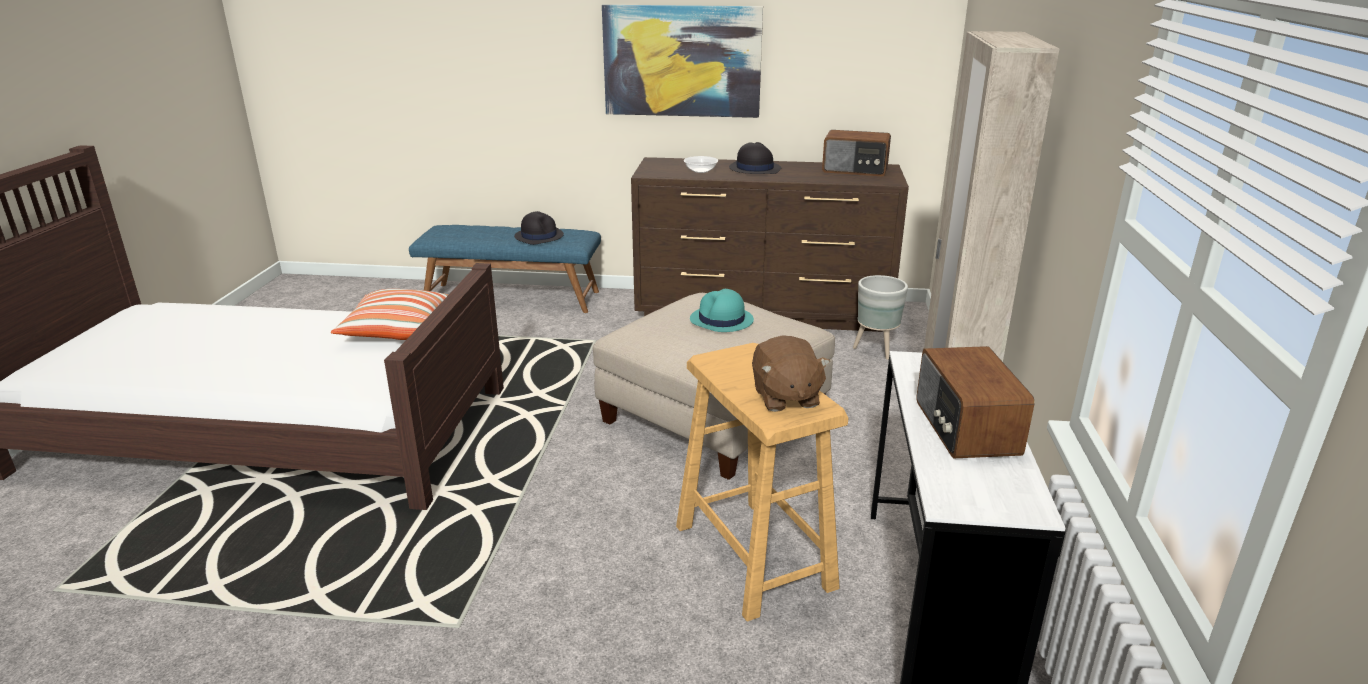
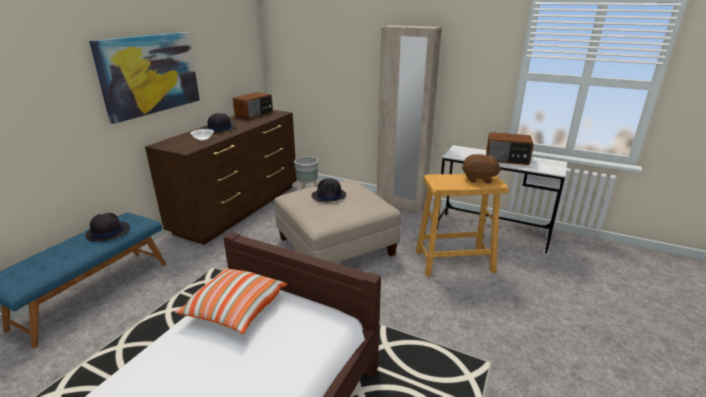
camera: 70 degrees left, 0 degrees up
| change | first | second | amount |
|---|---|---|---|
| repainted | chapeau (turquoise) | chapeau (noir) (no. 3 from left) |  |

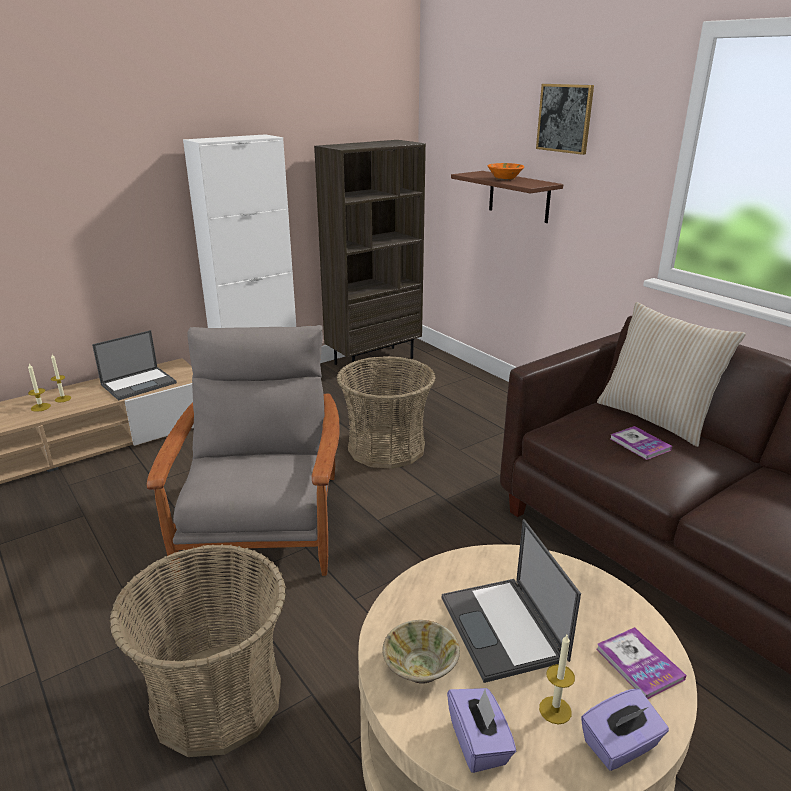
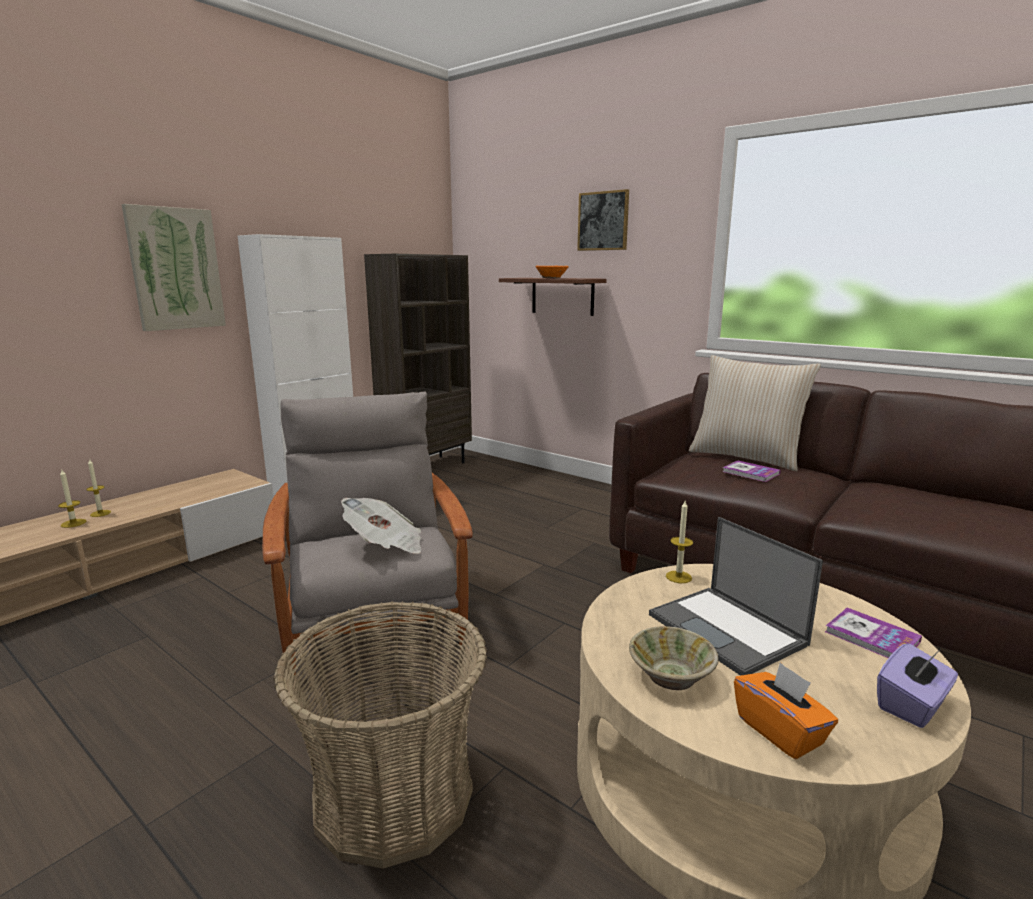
camera: 15 degrees left, 10 degrees down
| change | first | second | amount |
|---|---|---|---|
| gone | ordinateur portable (no. 1 from left) |  |  |
| gone | panier (no. 2 from left) |  |  |
| repainted | boîte à mouchoirs (violet) (no. 1 from left) | boîte à mouchoirs (orange) |  |
| shifted | bougie (no. 3 from left) |  |  |
| new |  | tableau (no. 1 from left) |  |
| new |  | journal |  |

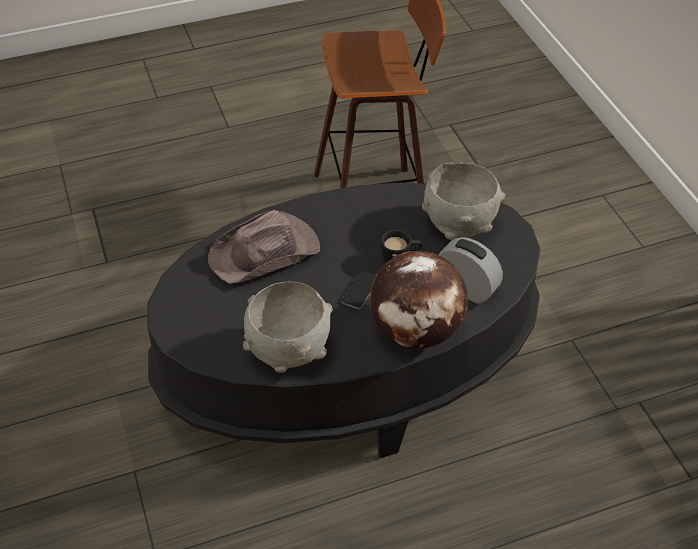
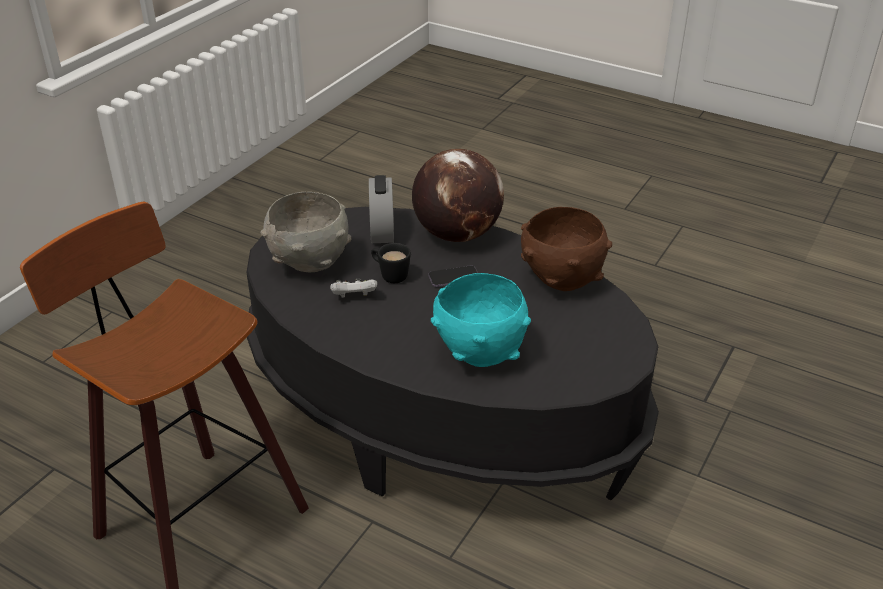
camera: 130 degrees left, 10 degrees down
| change | first | second | amount |
|---|---|---|---|
| swapped | chapeau (marron) | bol (turquoise) |  |
| repainted | bol (gris) (no. 1 from left) | bol (marron) |  |
| new |  | manette (blanc) |  |

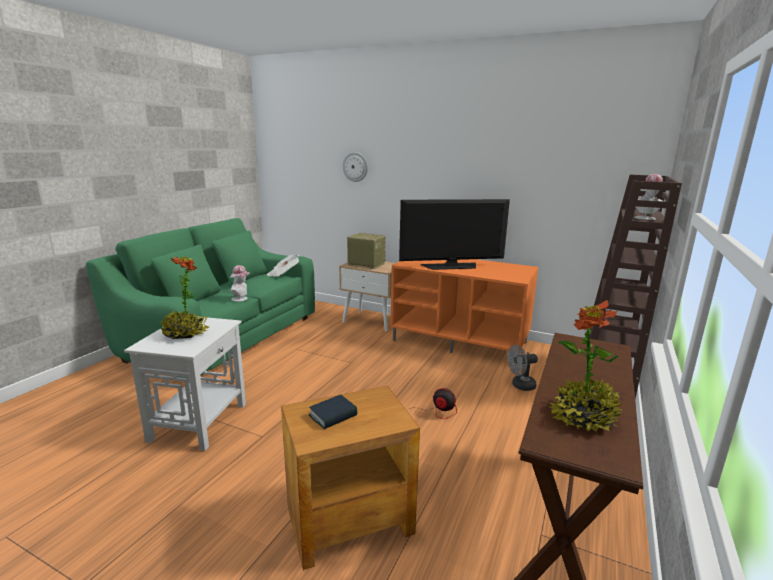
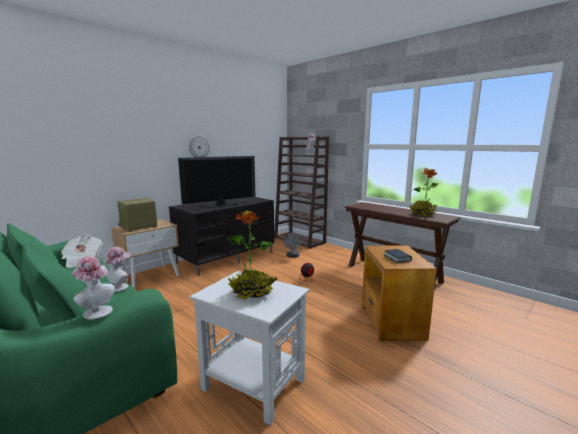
camera: 70 degrees left, 5 degrees down
| change | first | second | amount |
|---|---|---|---|
| shifted | horloge murale |  |  |
| repainted | meuble télé (orange) | meuble télé (noir) |  |
| rotated | téléviseur |  | 45 degrees clockwise |
| new |  | chapeau (no. 1 from left) |  |

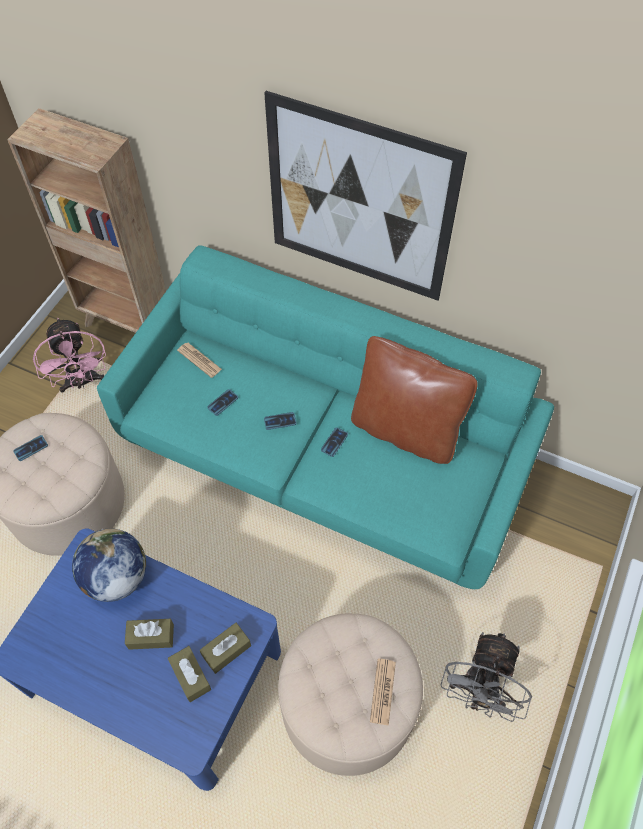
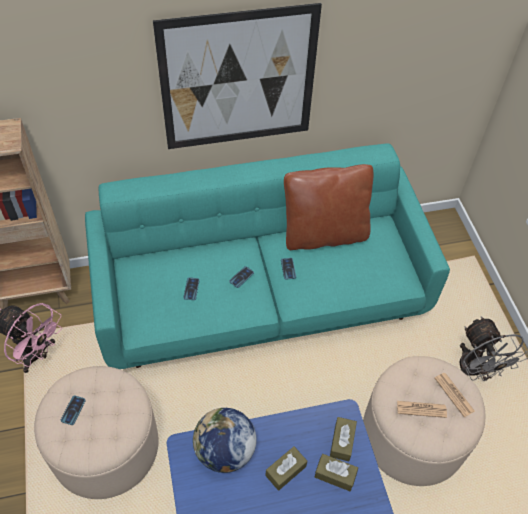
camera: 40 degrees left, 5 degrees down
| change | first | second | amount |
|---|---|---|---|
| shifted | journal (no. 1 from left) |  |  |

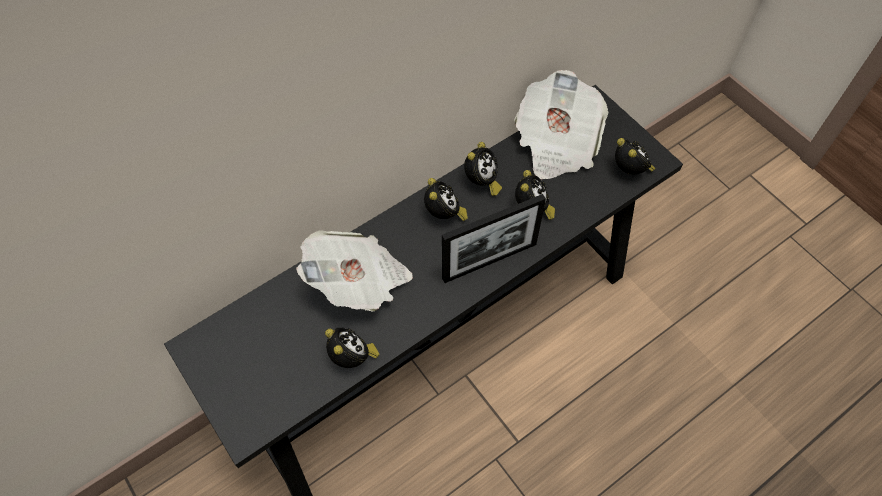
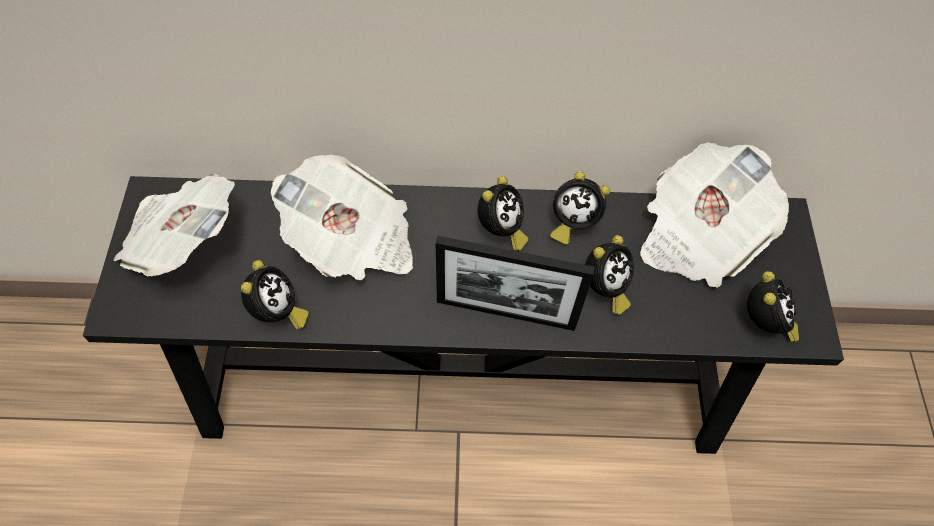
camera: 35 degrees right, 0 degrees up
| change | first | second | amount |
|---|---|---|---|
| rotated | réveil (no. 3 from left) |  | 45 degrees clockwise |
| new |  | journal (no. 1 from left) |  |

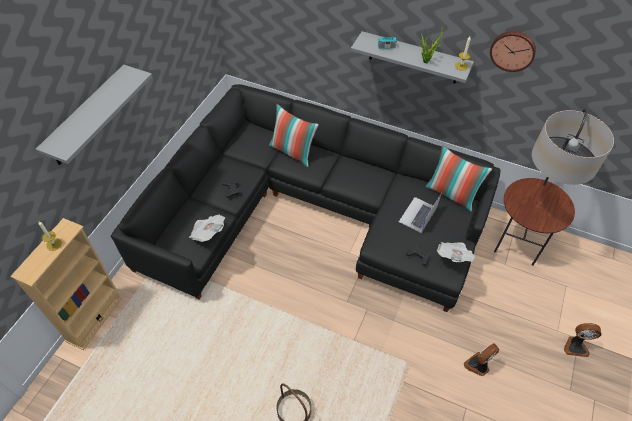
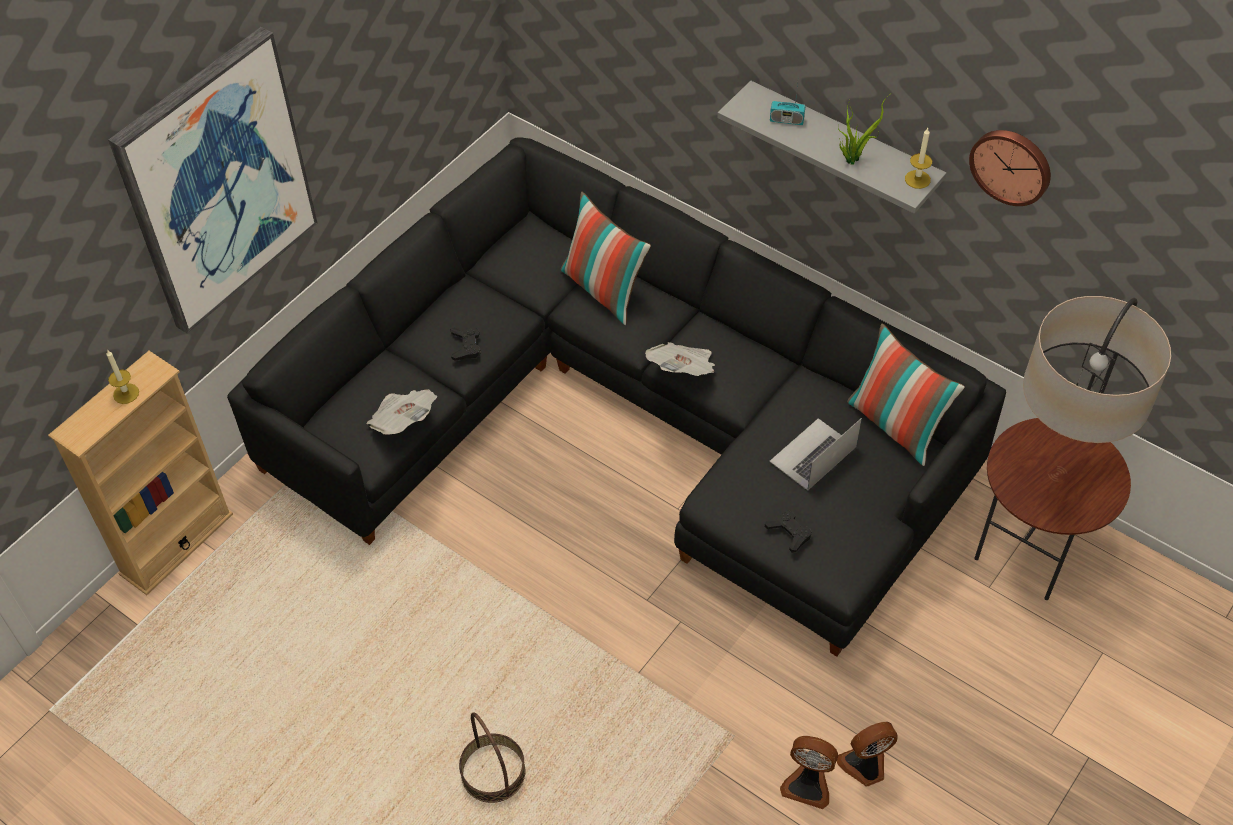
camera: 15 degrees right, 0 degrees up
| change | first | second | amount |
|---|---|---|---|
| swapped | étagère (gris) (no. 1 from left) | tableau |  |
| shifted | journal (no. 2 from left) |  |  |
| shifted | ventilateur (no. 2 from left in the first image) | ventilateur (no. 1 from left) |  |

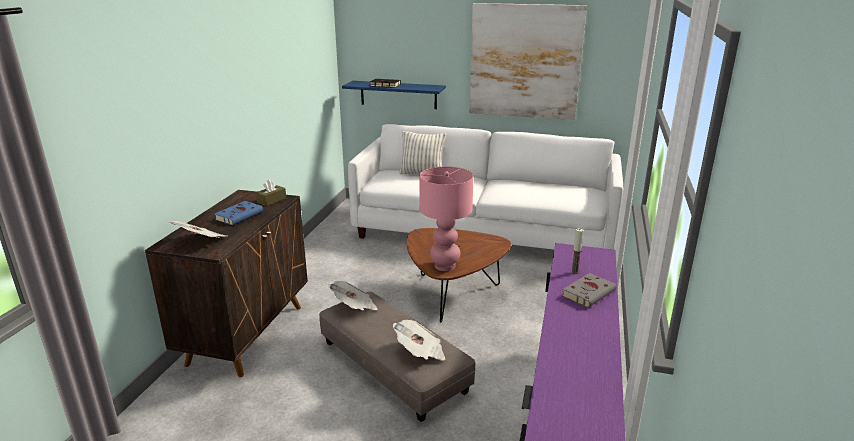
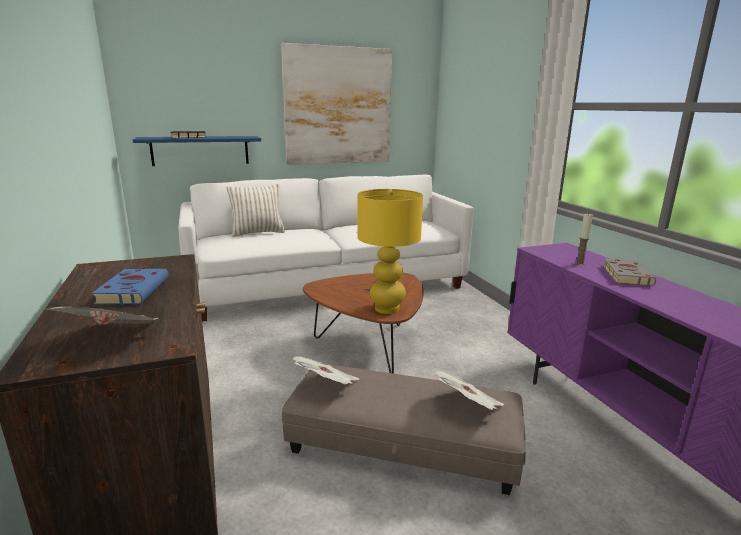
camera: 35 degrees left, 5 degrees down
| change | first | second | amount |
|---|---|---|---|
| gone | boîte à mouchoirs (marron) |  |  |
| repainted | lampe de table (rose) | lampe de table (jaune) |  |

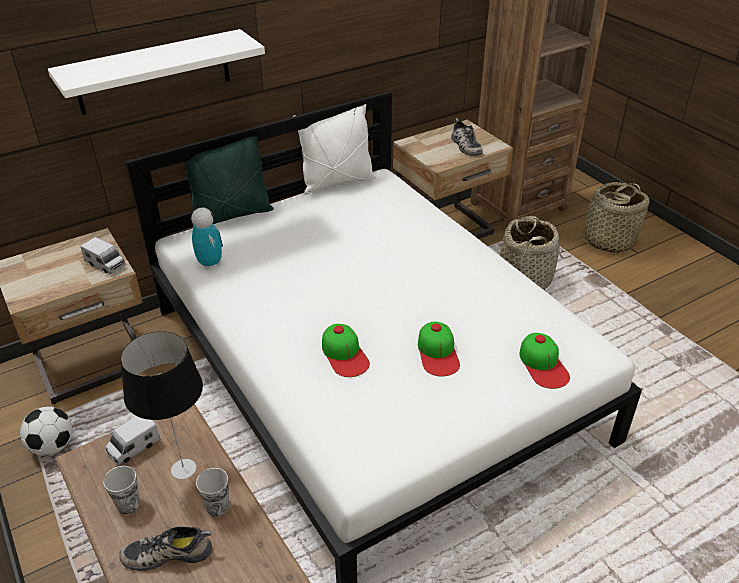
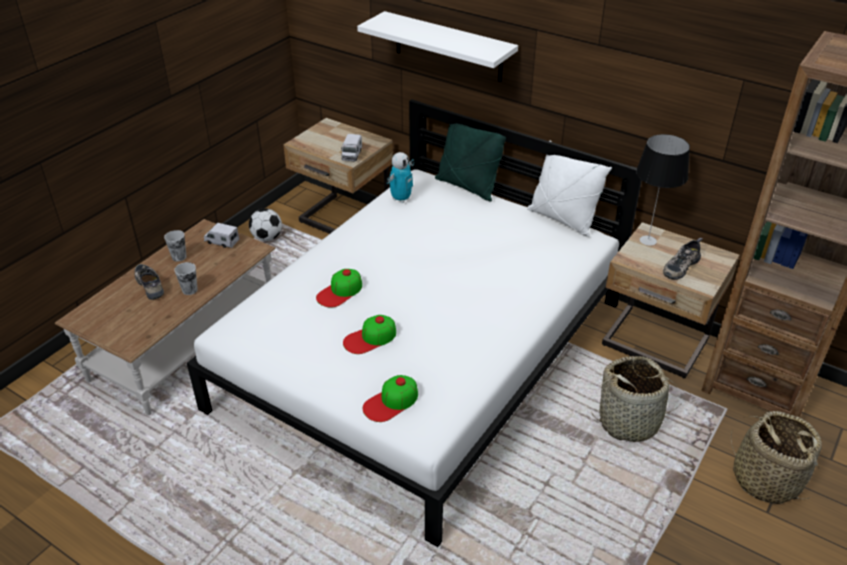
camera: 65 degrees right, 0 degrees up
| change | first | second | amount |
|---|---|---|---|
| shifted | lampe de table |  |  |

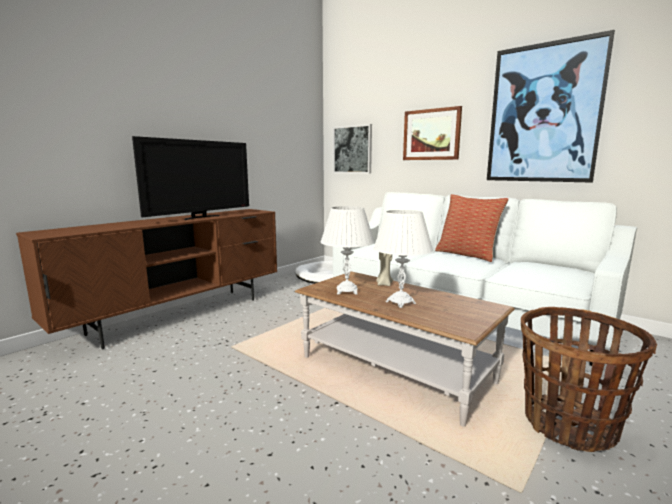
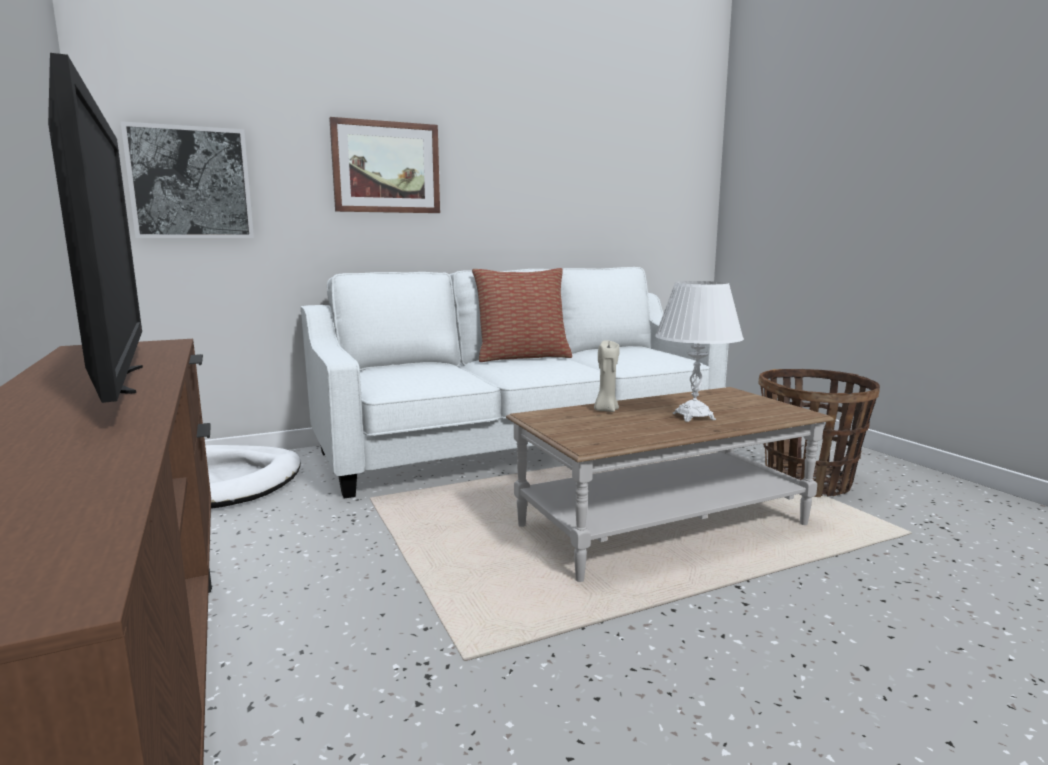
camera: 65 degrees left, 0 degrees up
| change | first | second | amount |
|---|---|---|---|
| gone | lampe de table (blanc) (no. 1 from left) |  |  |
| gone | tableau (no. 3 from left) |  |  |

